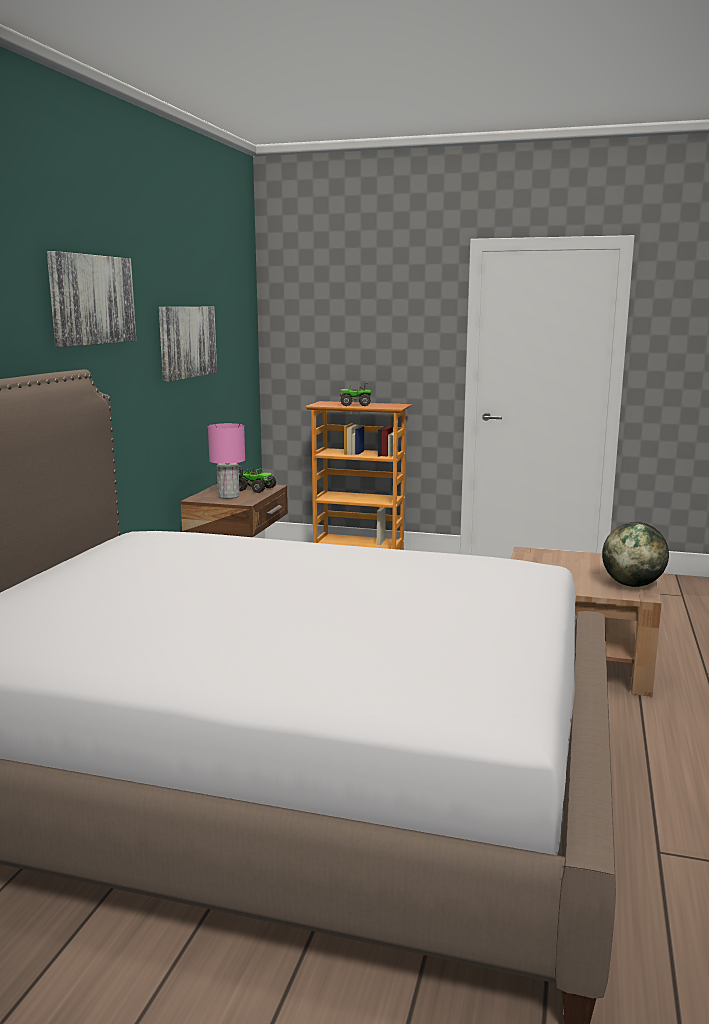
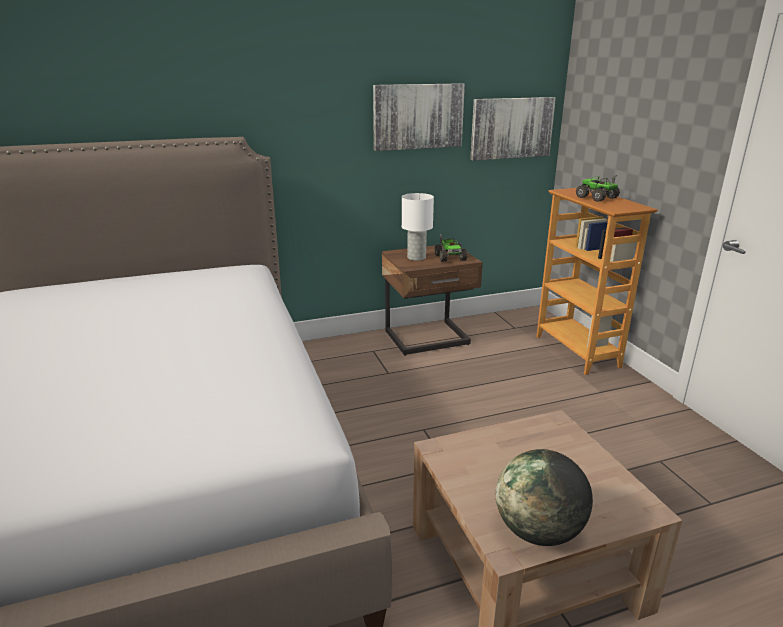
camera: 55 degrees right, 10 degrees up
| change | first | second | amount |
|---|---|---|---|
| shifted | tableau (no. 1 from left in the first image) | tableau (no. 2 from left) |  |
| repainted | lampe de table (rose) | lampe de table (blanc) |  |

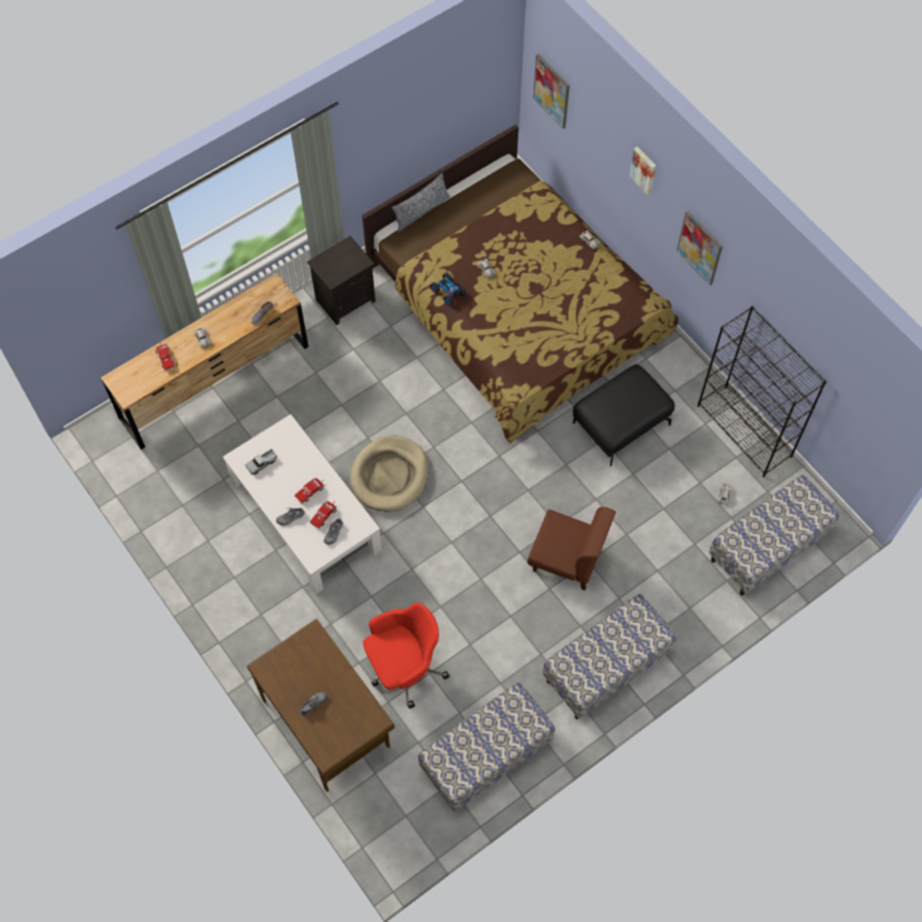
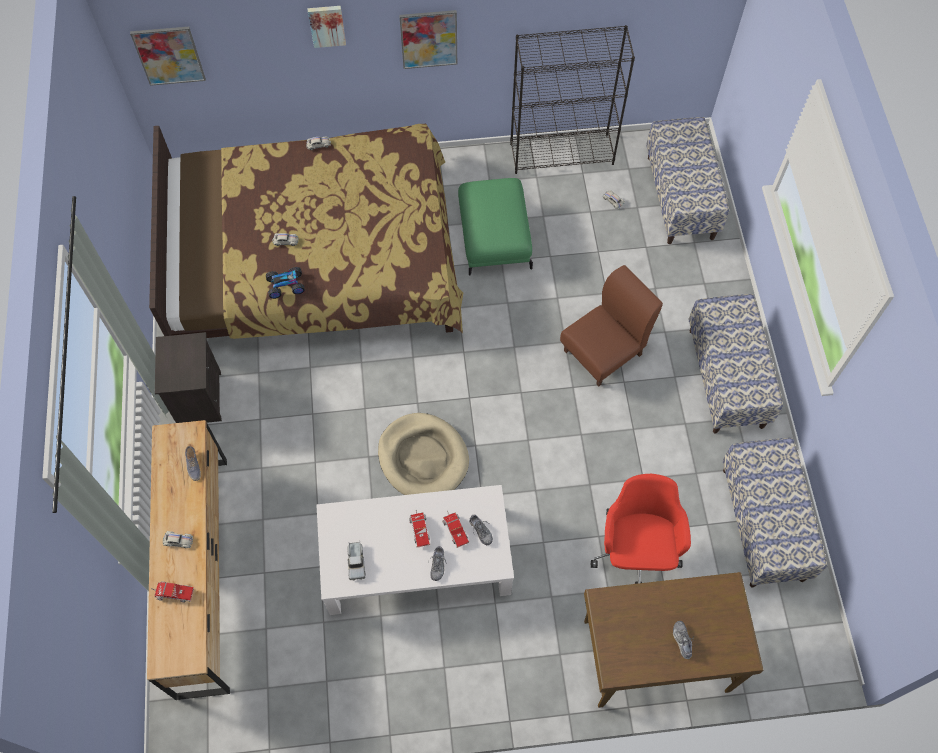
camera: 60 degrees left, 0 degrees up
| change | first | second | amount |
|---|---|---|---|
| gone | coussin |  |  |
| repainted | pouf (noir) | pouf (vert) |  |

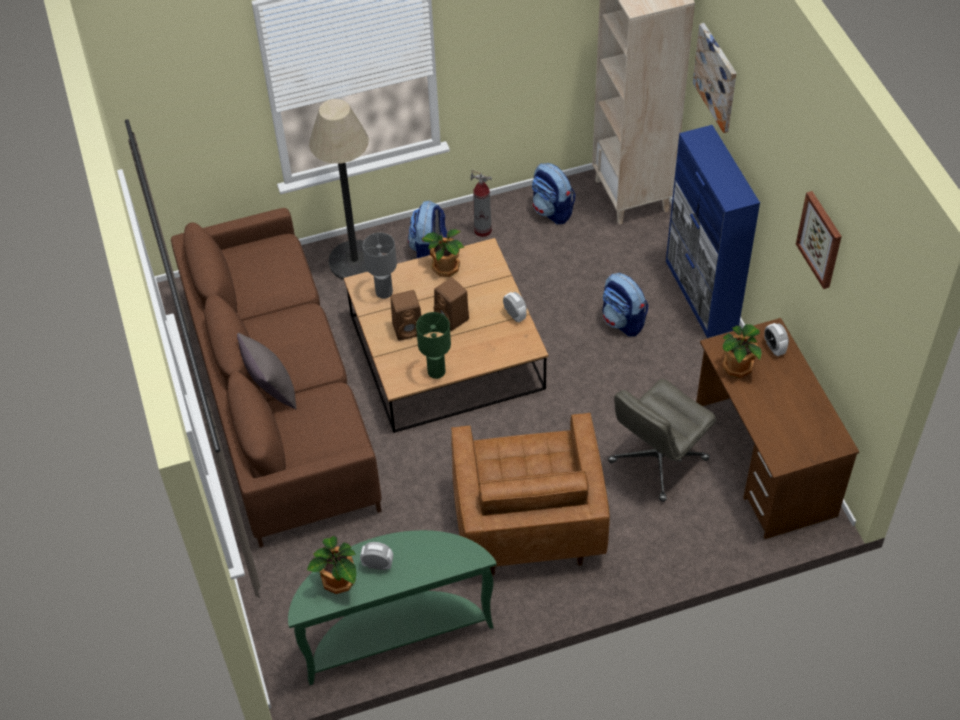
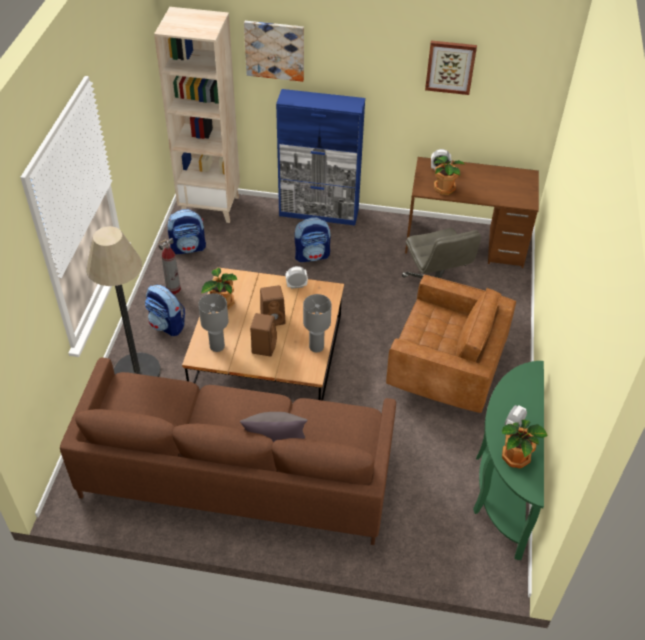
camera: 65 degrees left, 5 degrees down
| change | first | second | amount |
|---|---|---|---|
| repainted | lampe de table (vert) | lampe de table (gris) (no. 2 from left) |  |

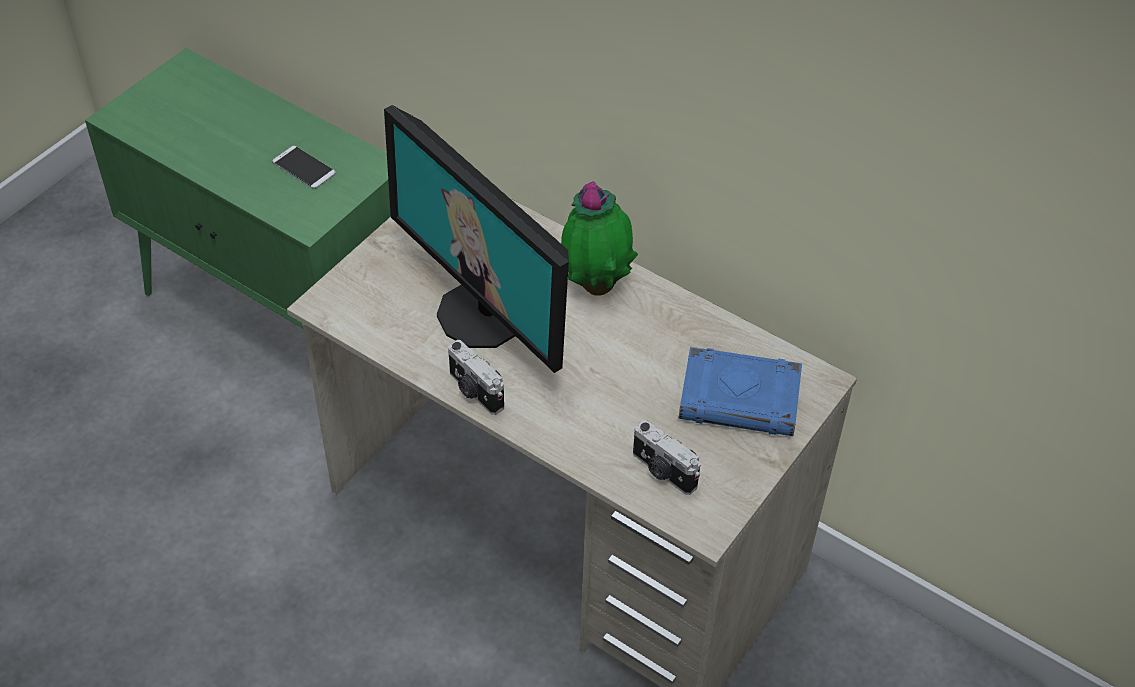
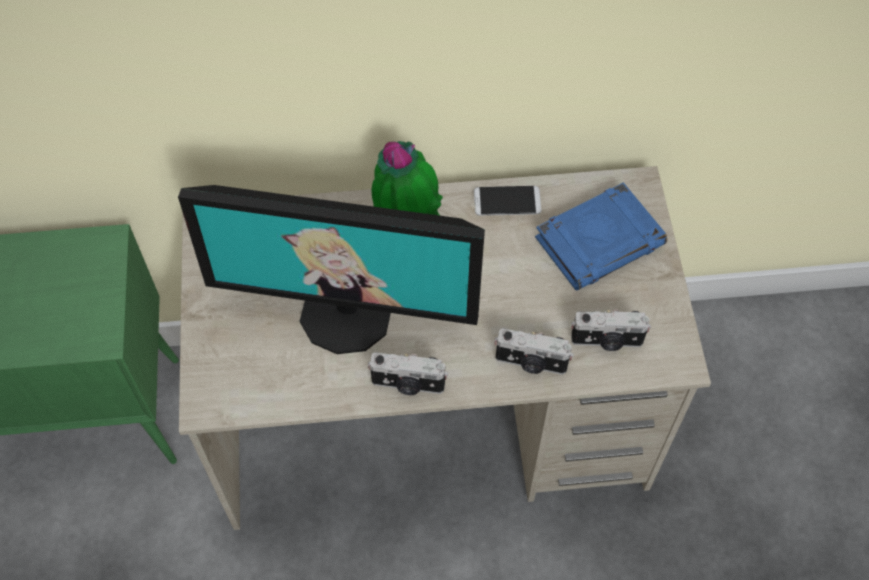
camera: 40 degrees left, 10 degrees up
| change | first | second | amount |
|---|---|---|---|
| shifted | téléphone |  |  |
| new |  | appareil photo (no. 2 from left) |  |

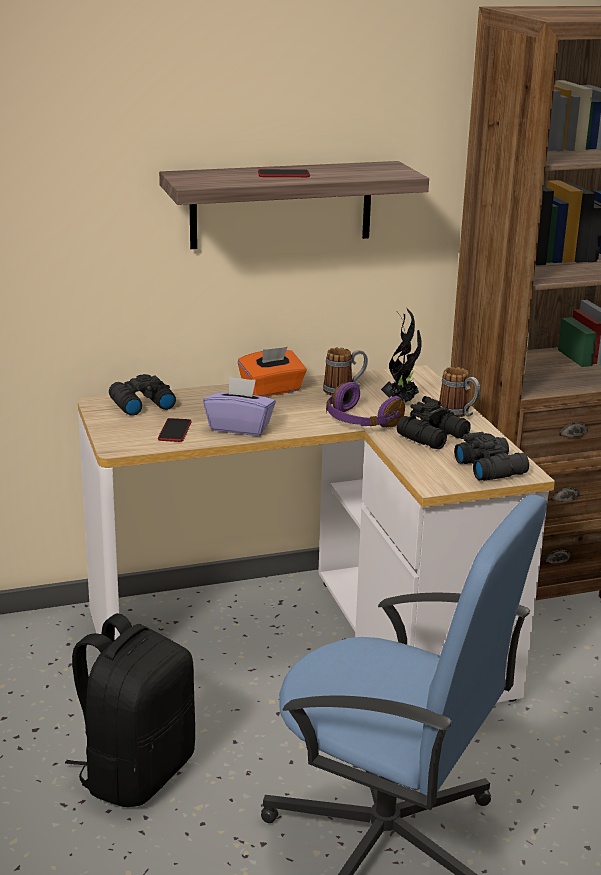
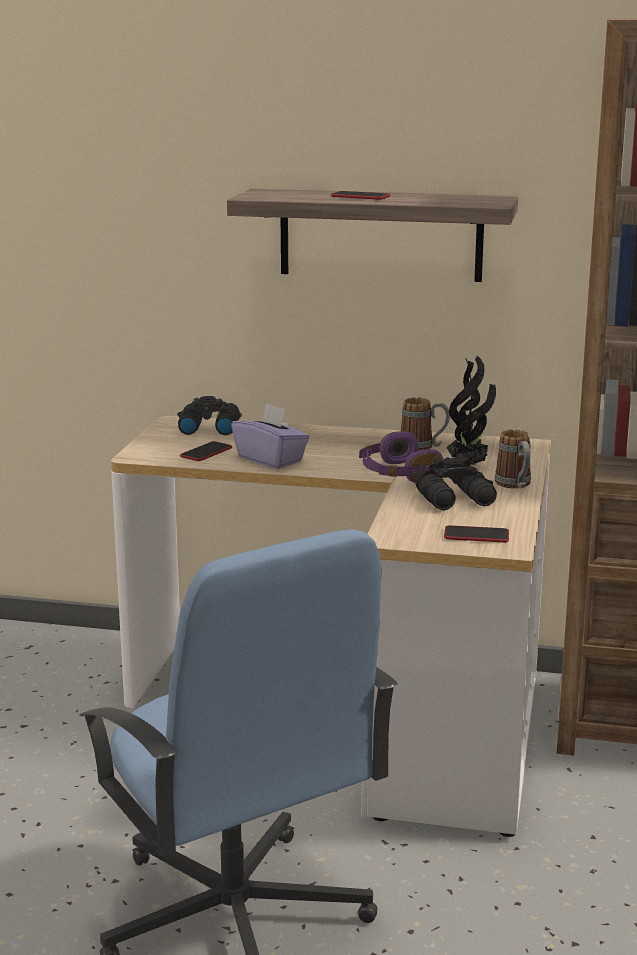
camera: 30 degrees right, 5 degrees down
| change | first | second | amount |
|---|---|---|---|
| gone | sac à dos (noir) |  |  |
| gone | boîte à mouchoirs (orange) |  |  |
| swapped | jumelles (noir) (no. 3 from left) | téléphone (no. 3 from left) |  |

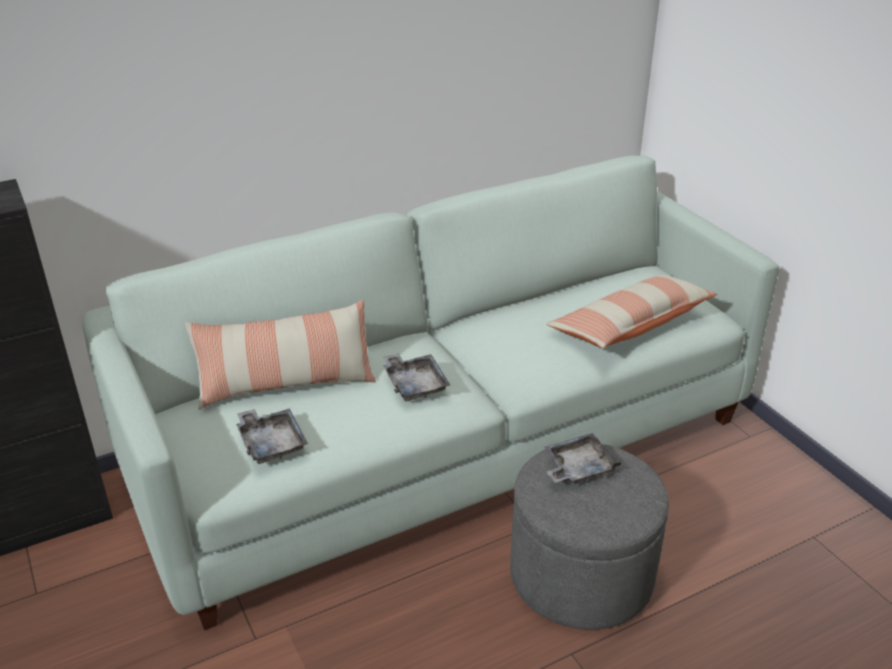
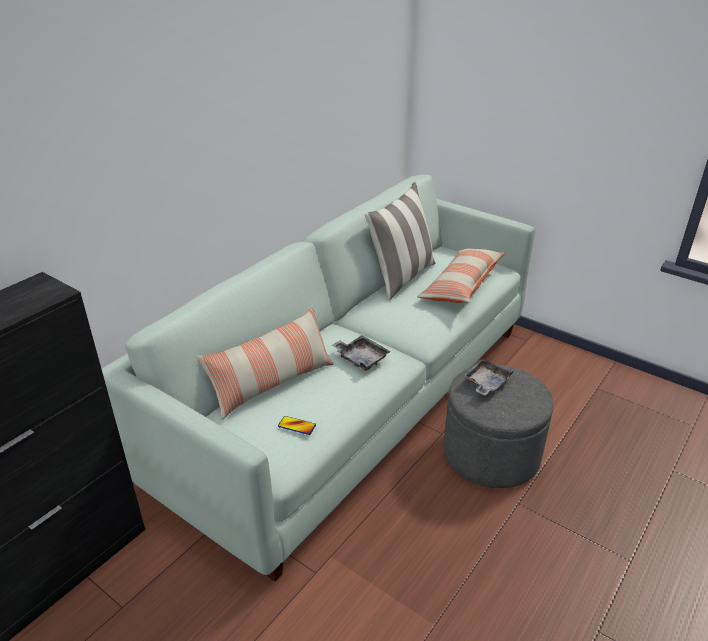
camera: 25 degrees left, 0 degrees up
| change | first | second | amount |
|---|---|---|---|
| swapped | plateau (gris) (no. 1 from left) | téléphone |  |
| new |  | coussin (no. 2 from left) |  |

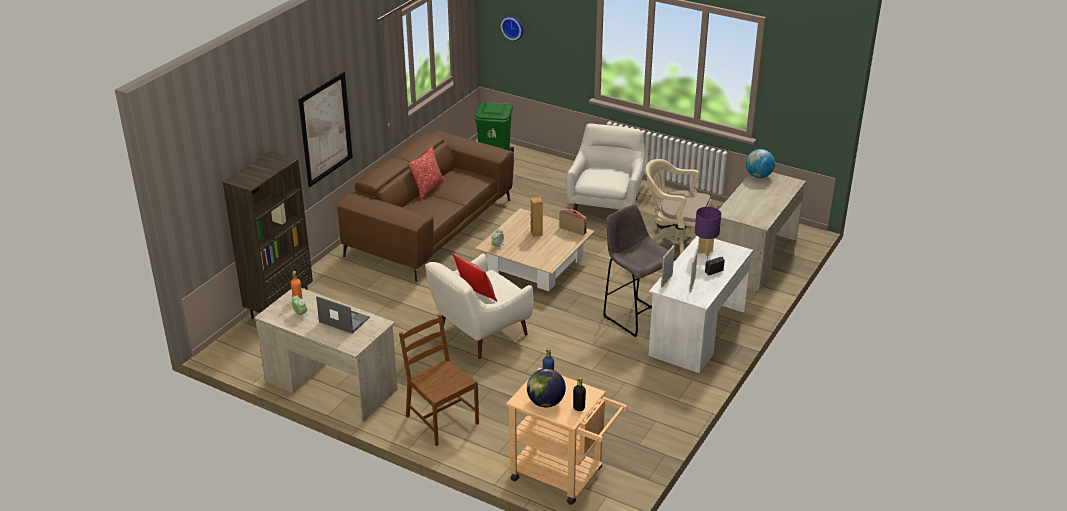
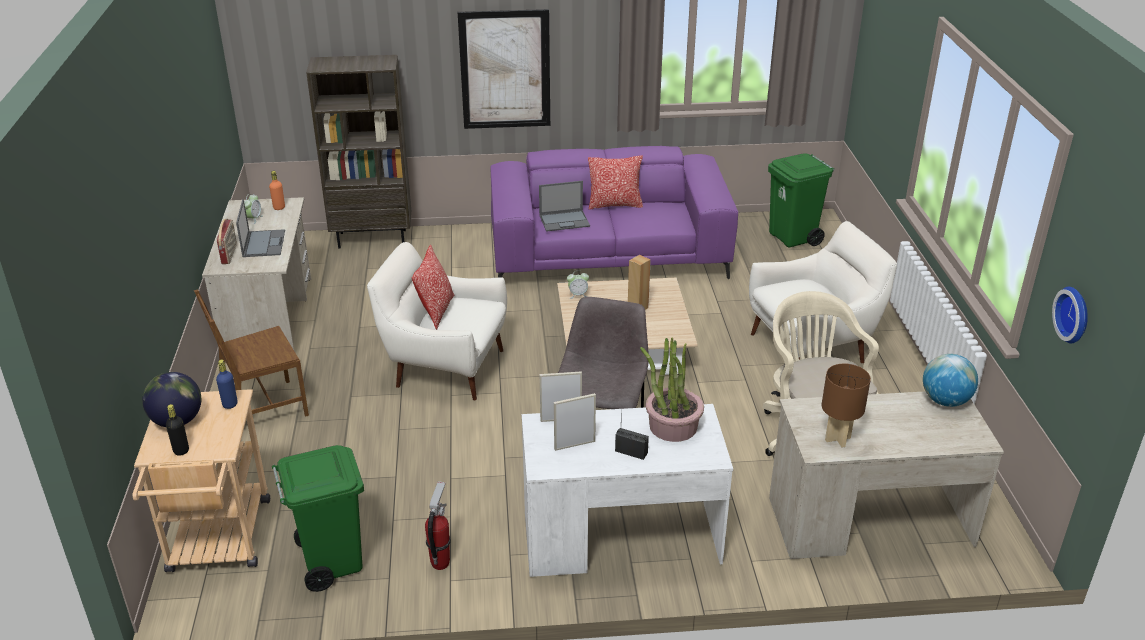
camera: 55 degrees right, 0 degrees up
| change | first | second | amount |
|---|---|---|---|
| repainted | canapé (marron) | canapé (violet) |  |
| rotated | chaise (marron) |  | 135 degrees counterclockwise |
| shifted | horloge murale |  |  |
| shifted | radio (no. 1 from left) |  |  |
| swapped | lampe de table (violet) | plante en pot |  |
| new |  | poubelle (vert) (no. 1 from left) |  |
| new |  | extincteur |  |
| new |  | ordinateur portable (no. 2 from left) |  |
| new |  | lampe de table (marron) |  |

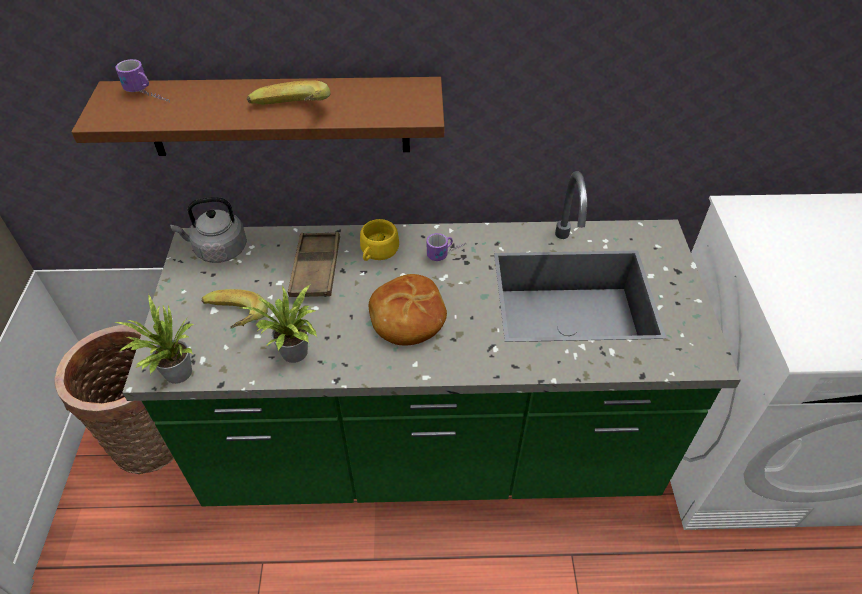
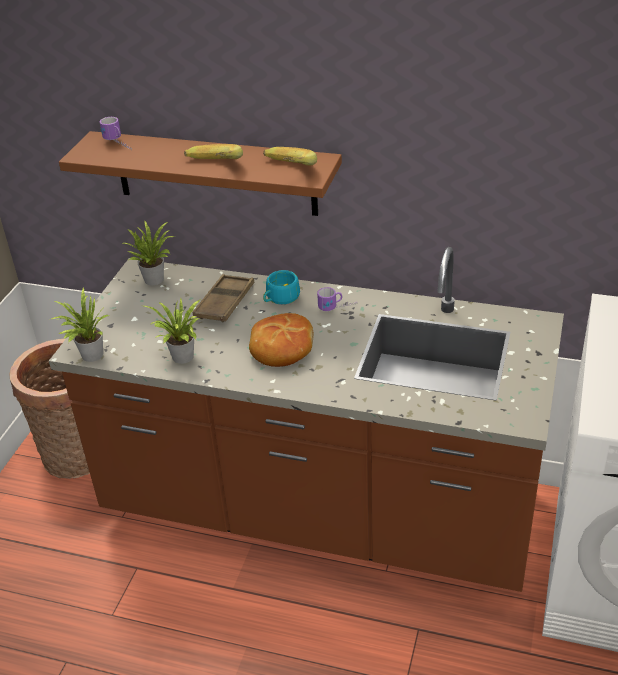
camera: 20 degrees right, 10 degrees down
| change | first | second | amount |
|---|---|---|---|
| repainted | comptoir de cuisine (vert) | comptoir de cuisine (marron) |  |
| swapped | bouilloire (gris) | plante en pot (no. 2 from left) |  |
| shifted | banane (no. 1 from left in the first image) | banane (no. 2 from left) |  |
| repainted | tasse (jaune) | tasse (turquoise) |  |

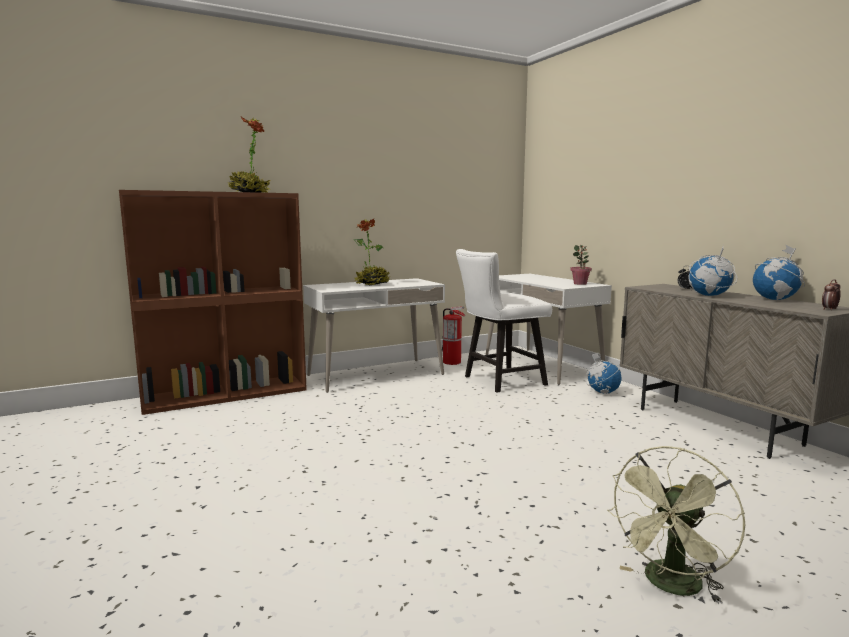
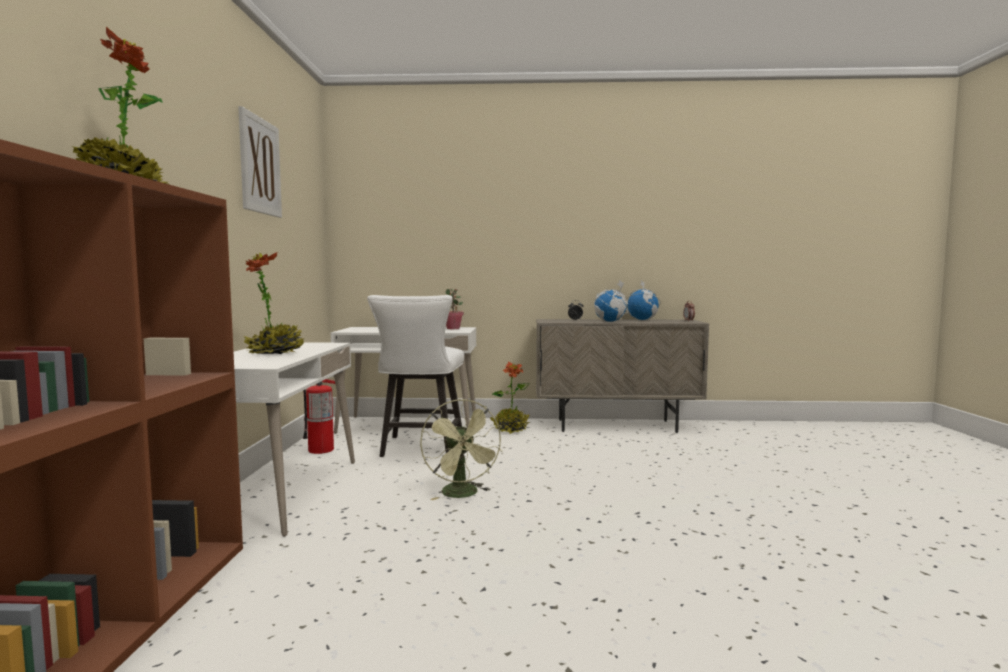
camera: 60 degrees left, 5 degrees down
| change | first | second | amount |
|---|---|---|---|
| swapped | globe (no. 1 from left) | plante en pot (no. 4 from left) |  |
| shifted | ventilateur (vert) |  |  |
| new |  | tableau |  |

